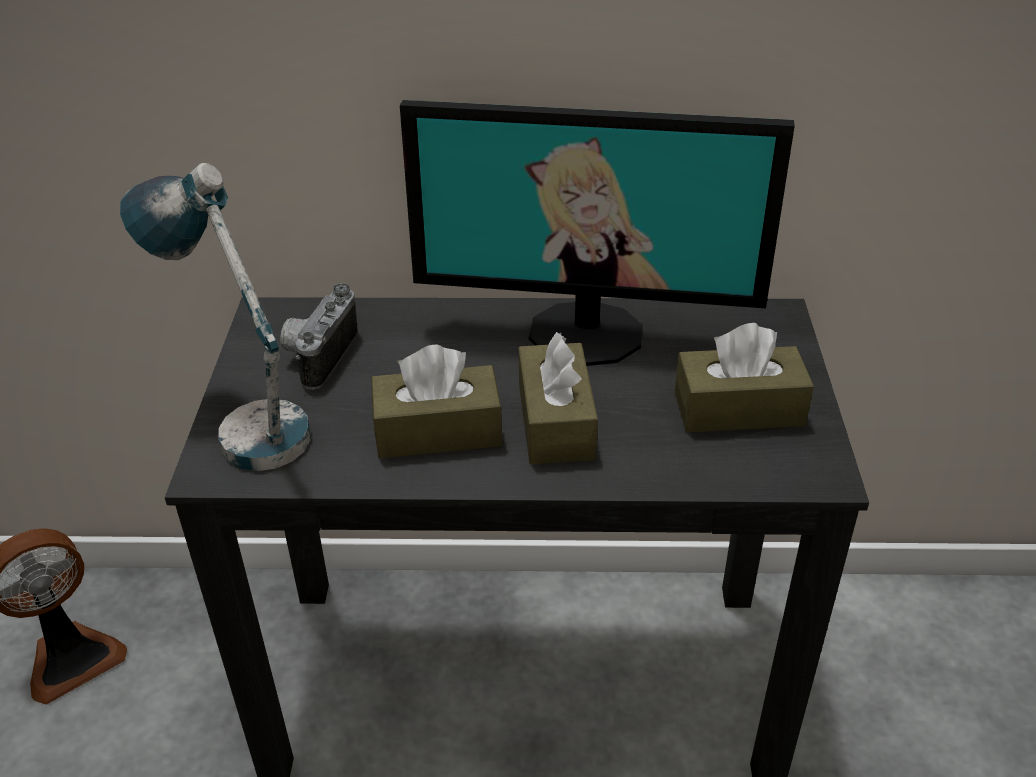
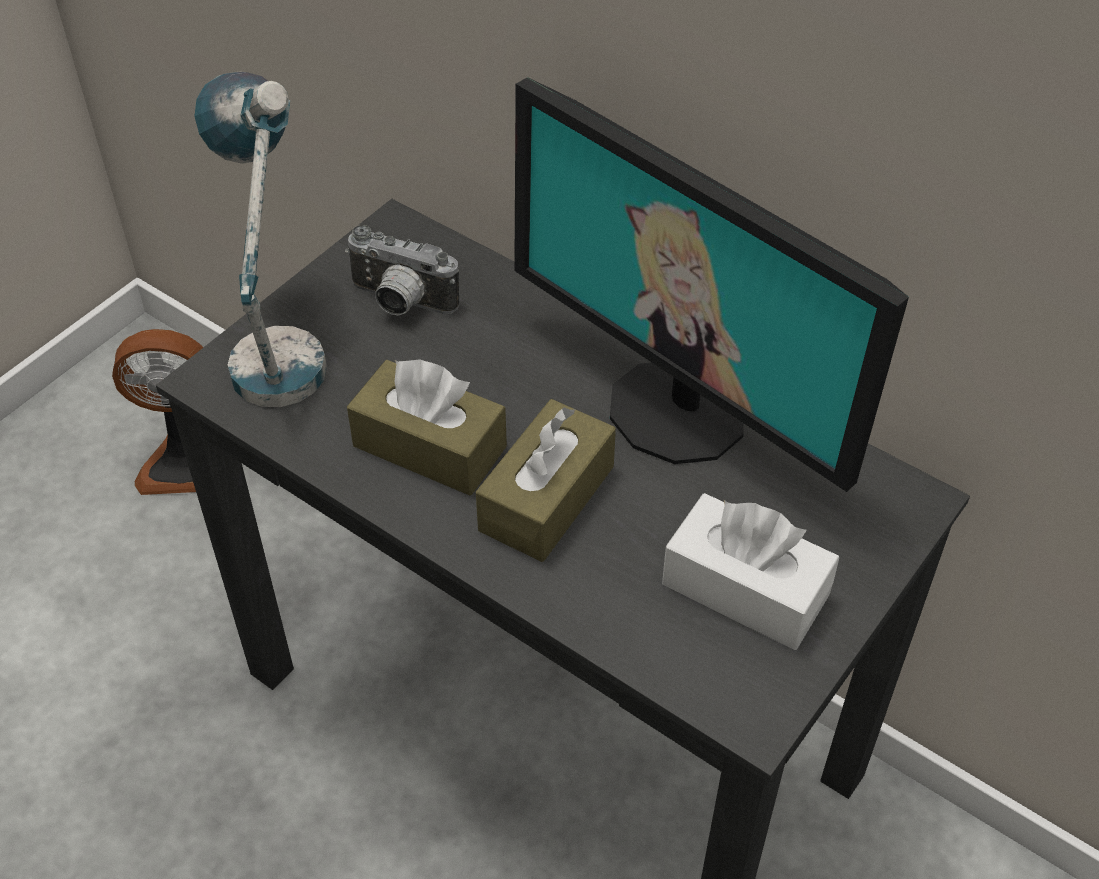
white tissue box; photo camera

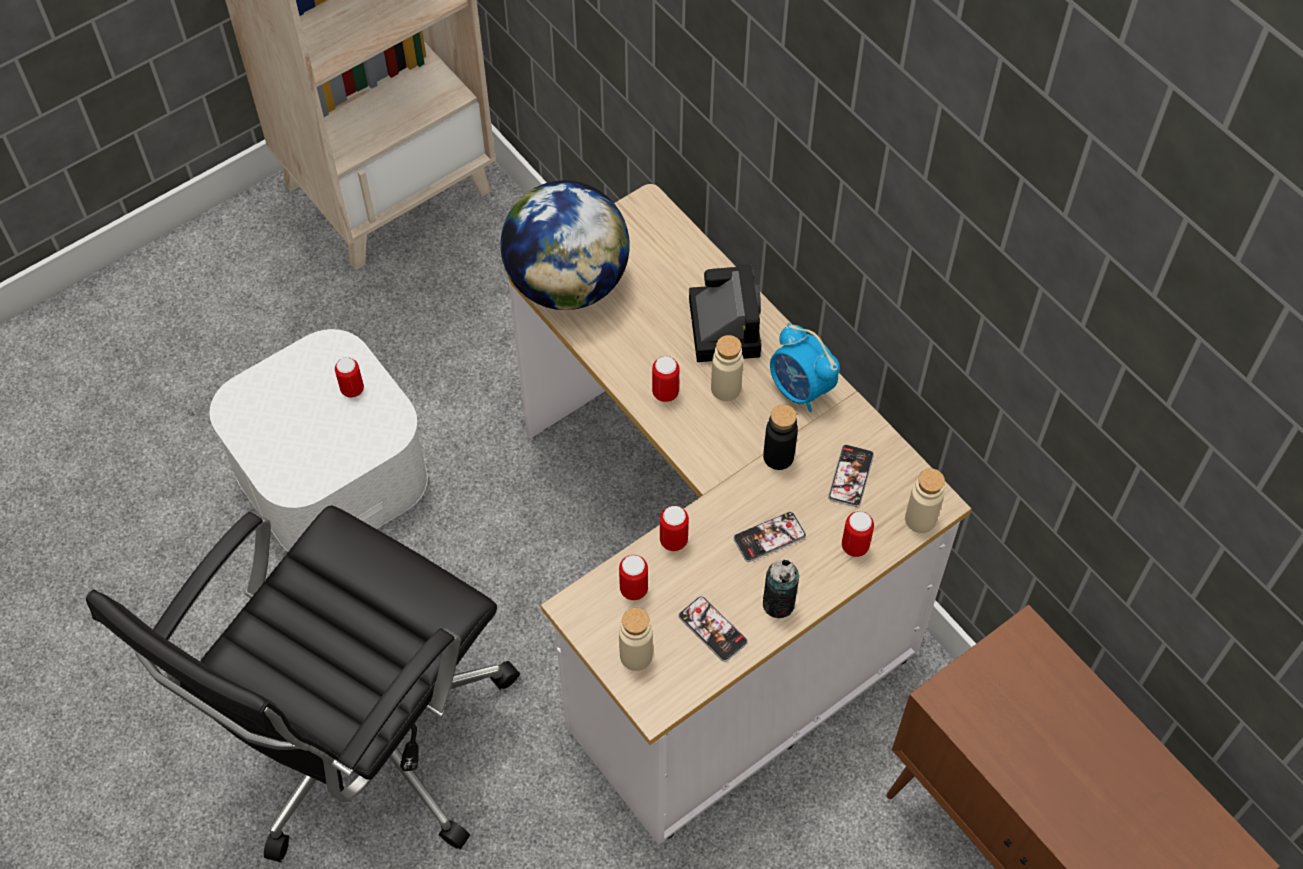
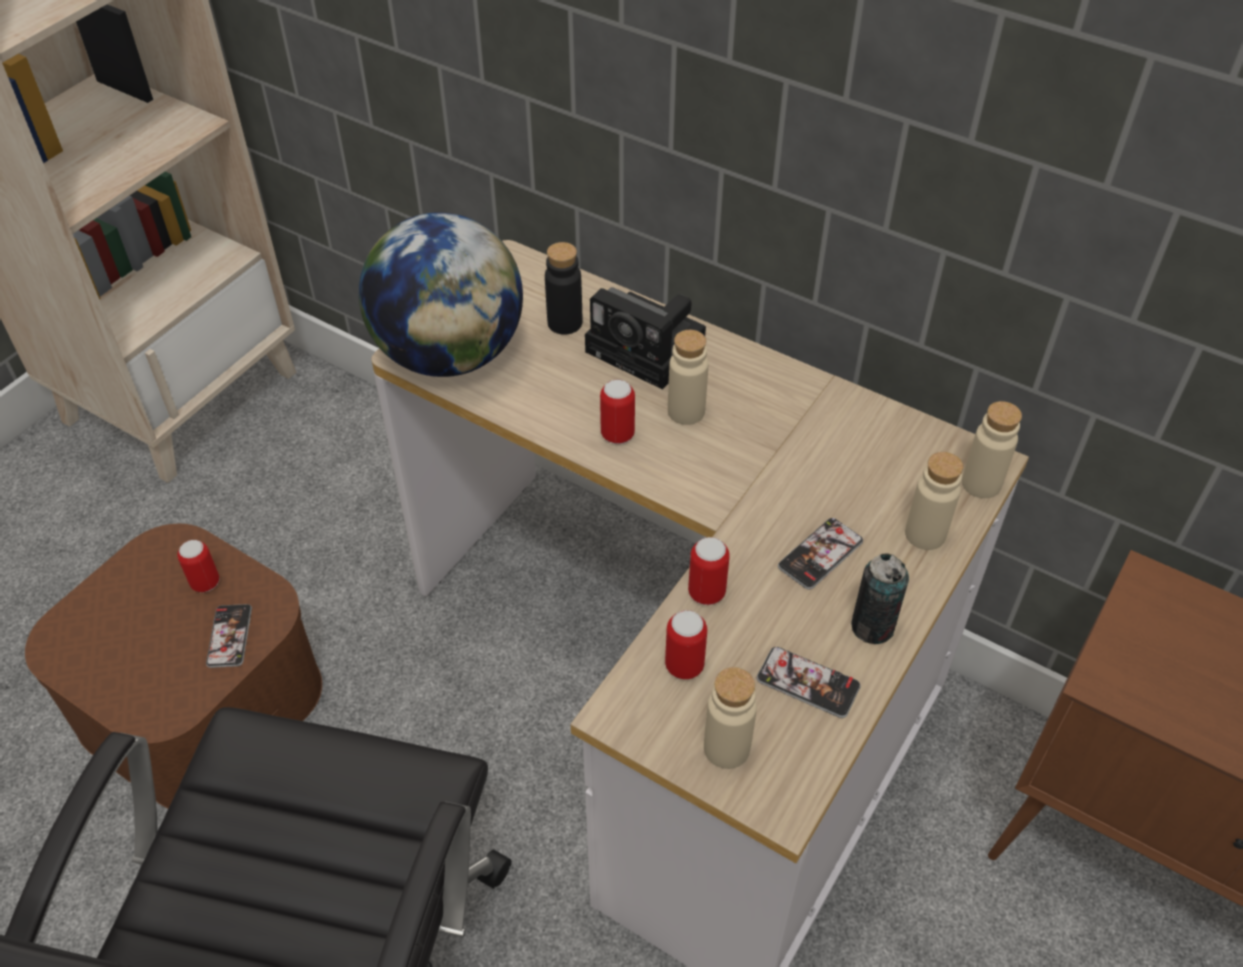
alarm clock; black bottle; phone (1st from left); beige bottle (3rd from left); brown storage box; photo camera

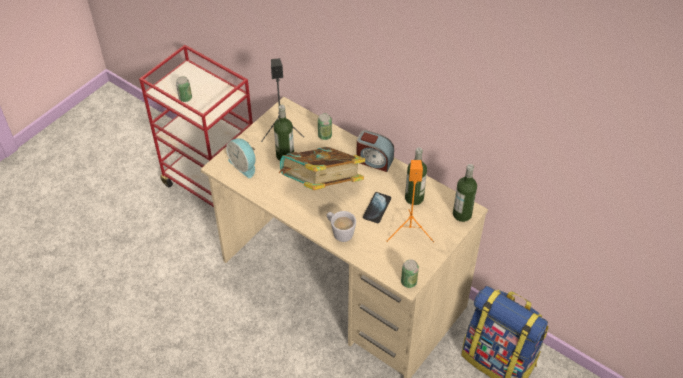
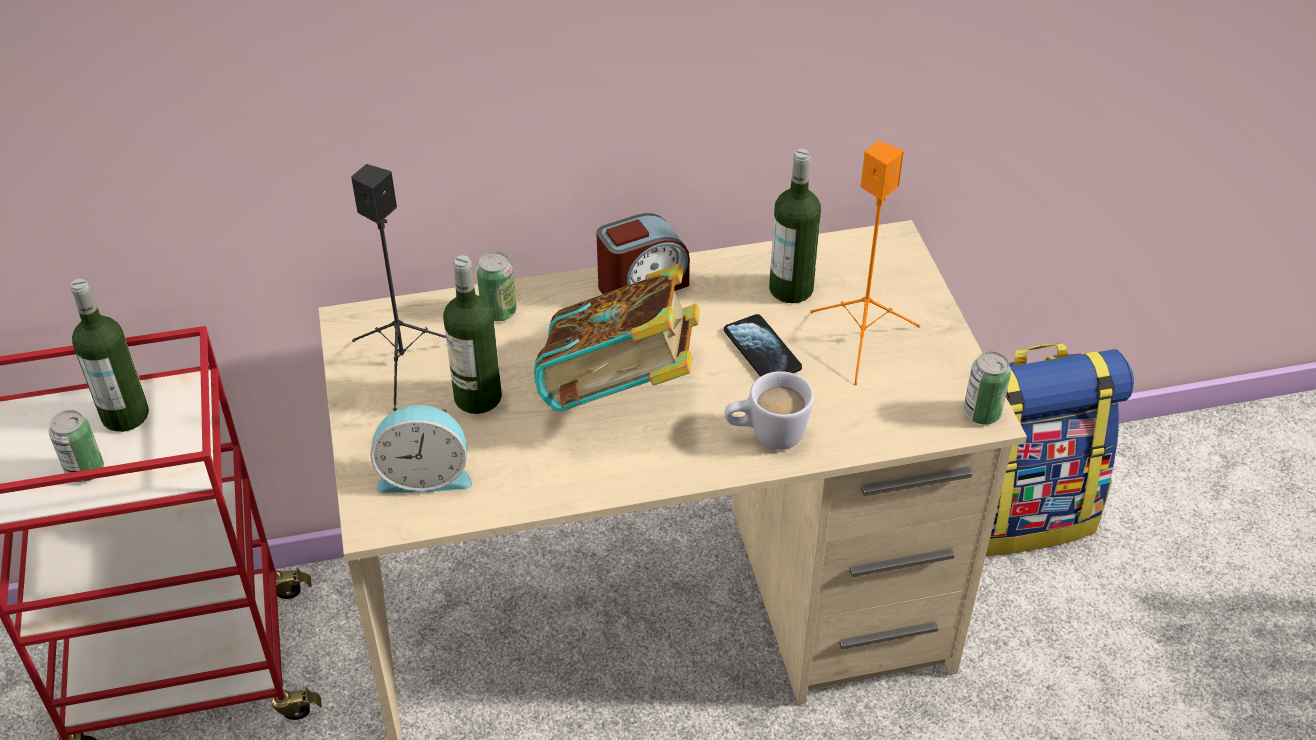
bottle (1st from left)

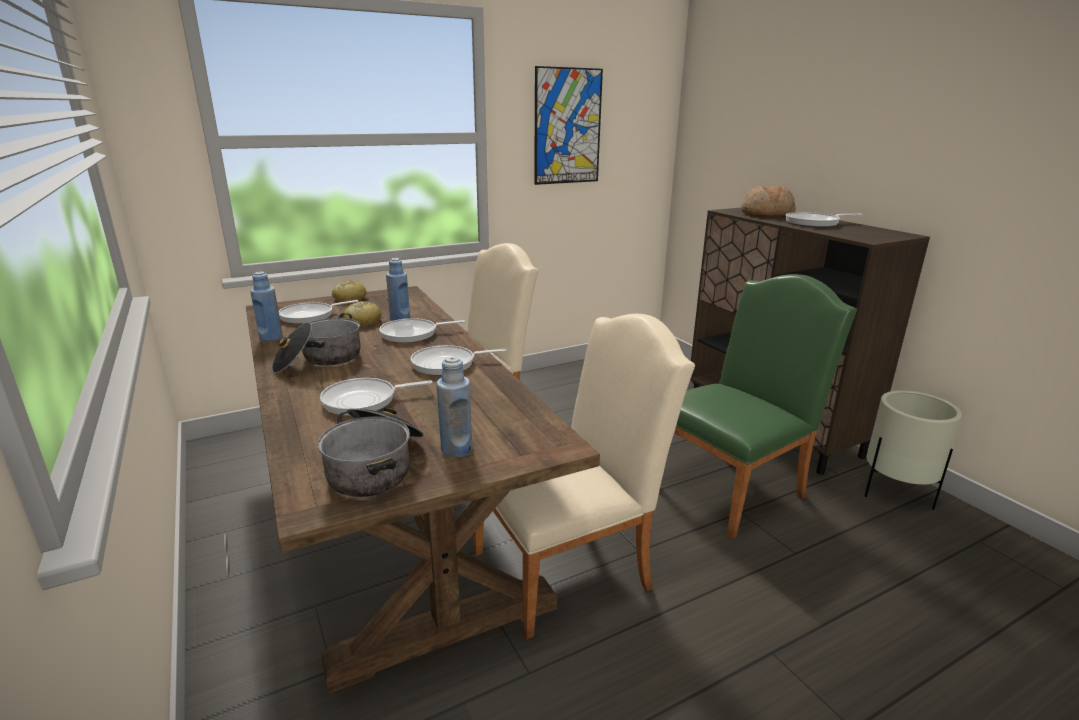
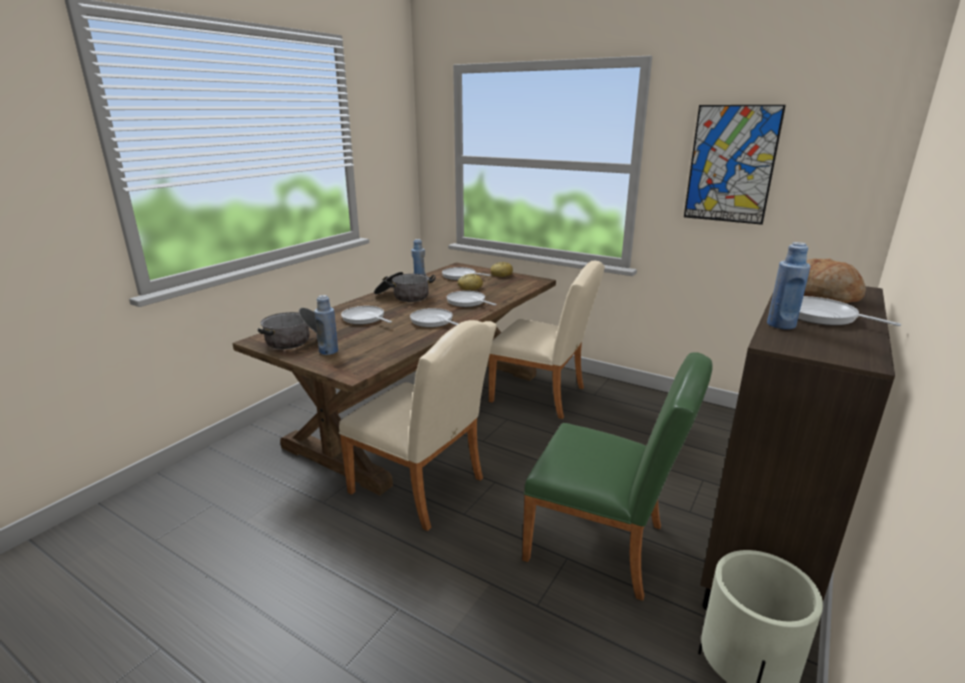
blue bottle (3rd from left)

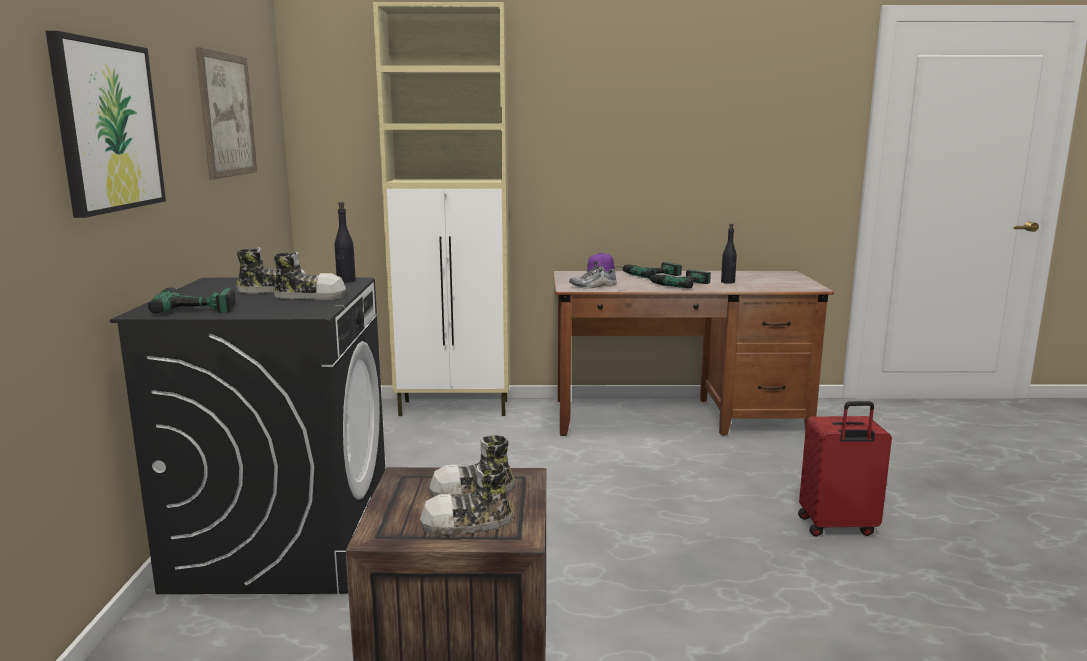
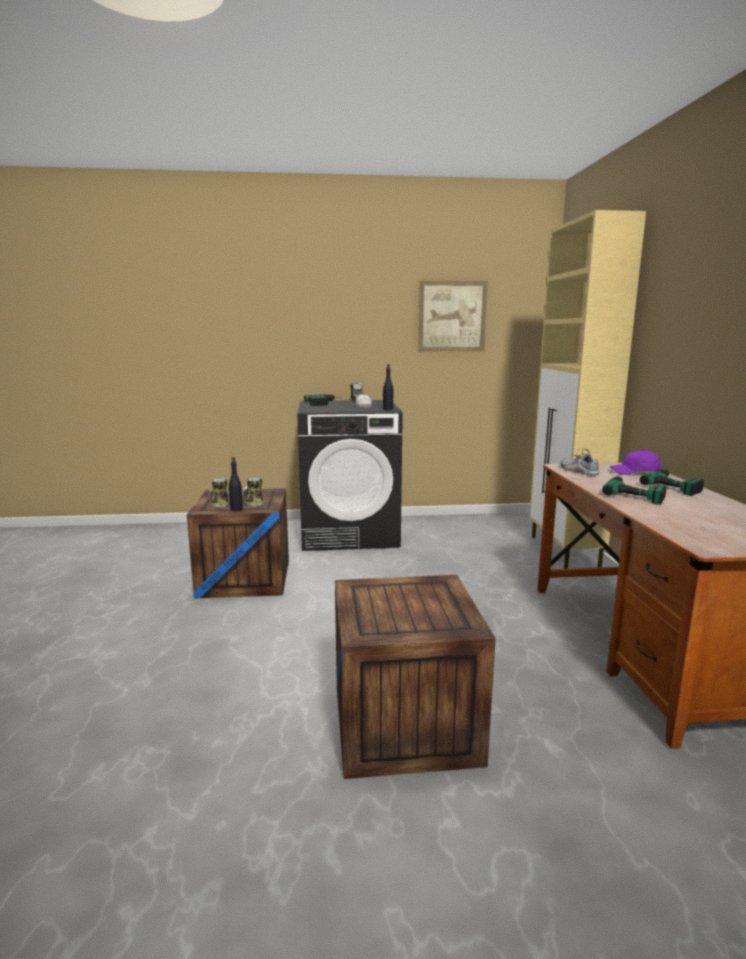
picture (1st from left in the first image); shoe (2nd from left in the first image); black bottle (1st from left); crate (2nd from left)

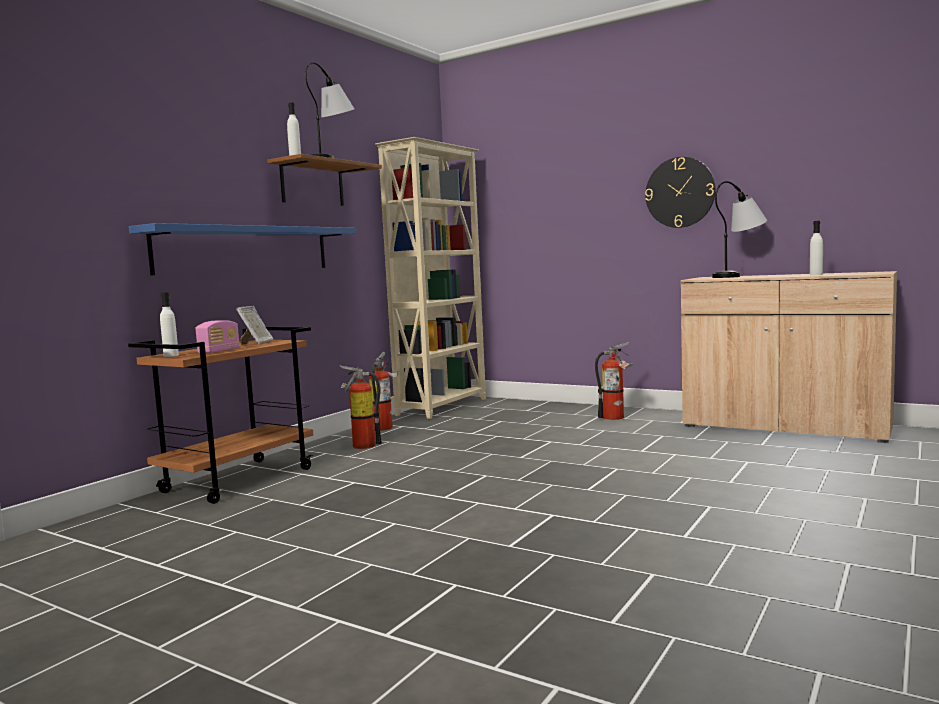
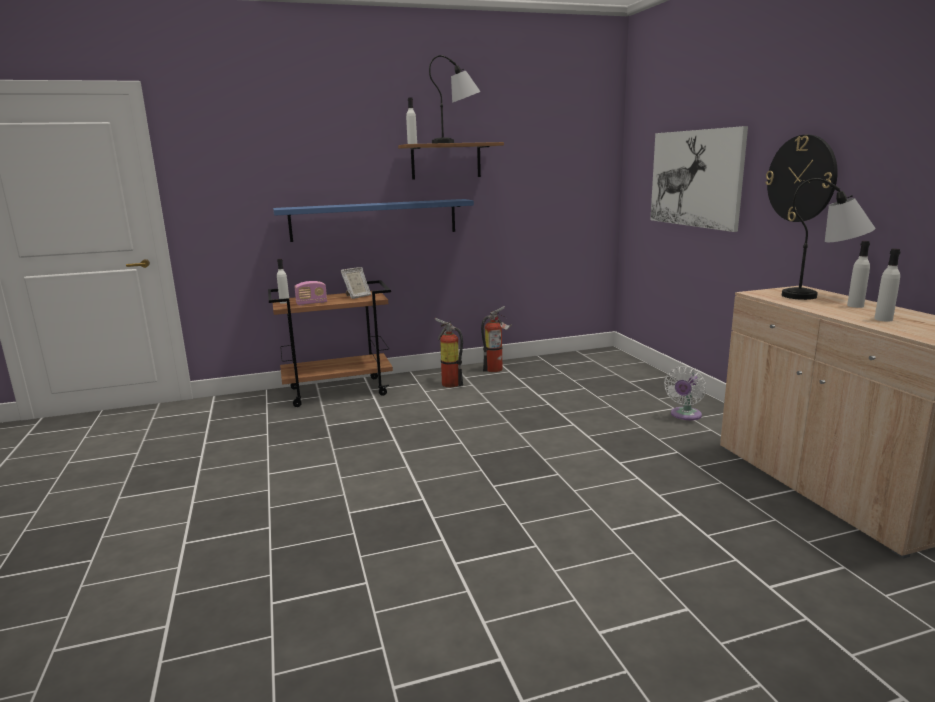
beige bookcase; picture; white bottle (3rd from left); white fan

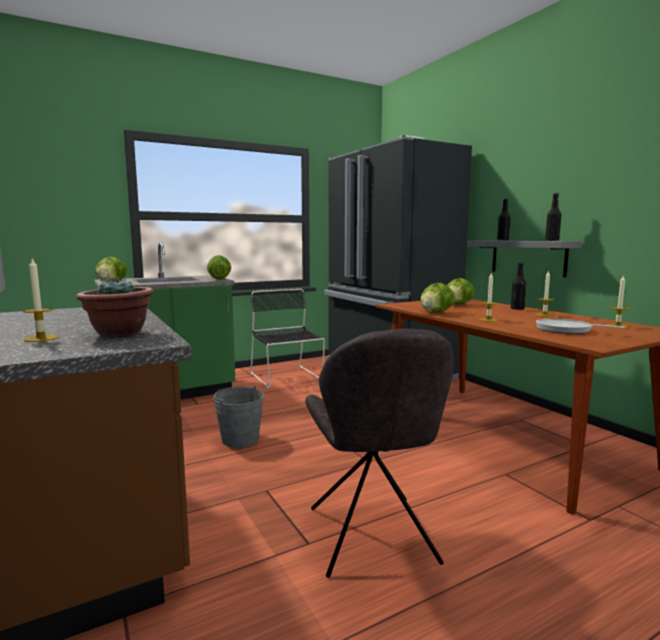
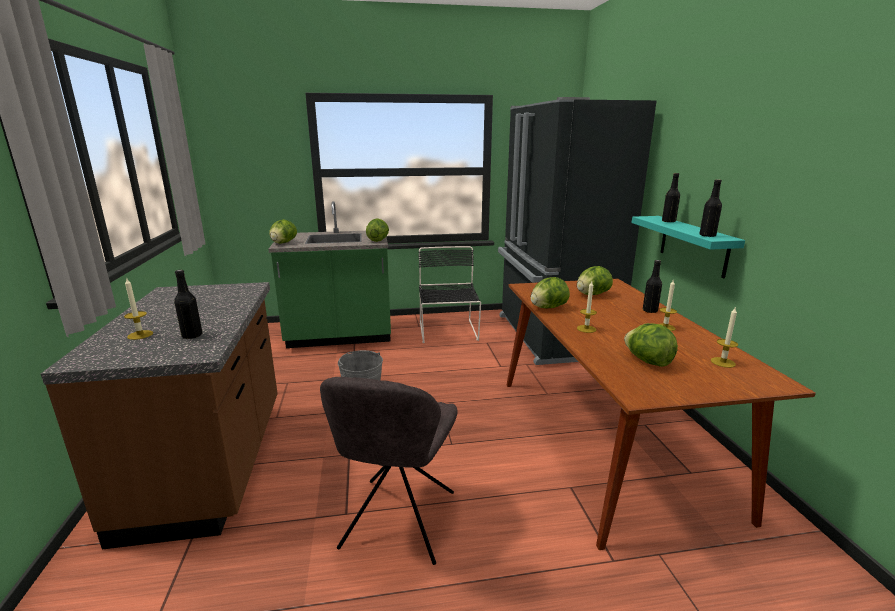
black bottle (1st from left); lettuce (5th from left); turquoise shelf

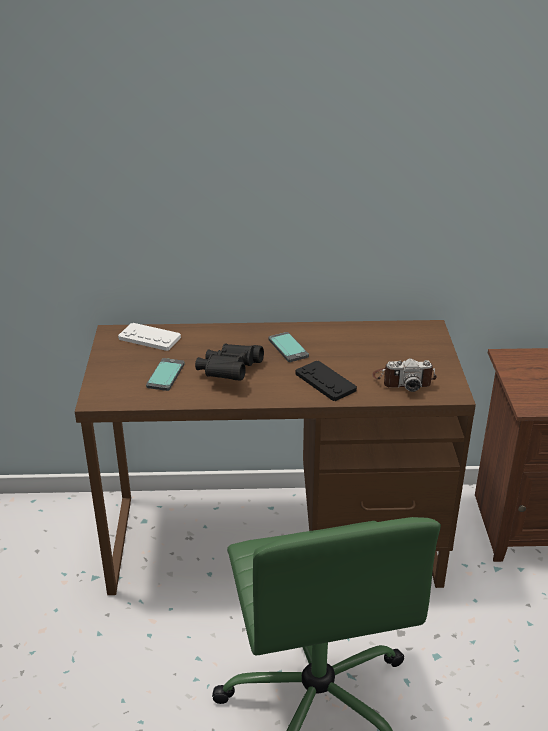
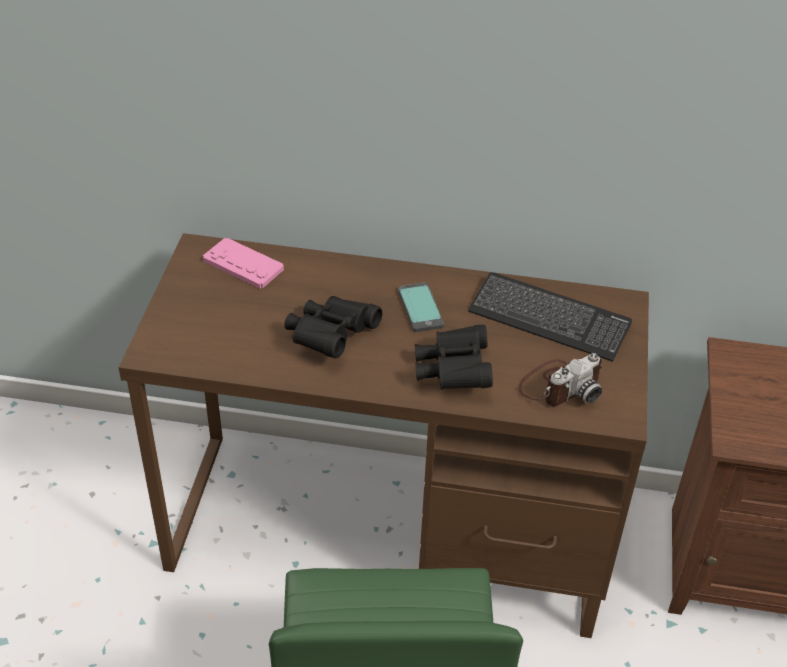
phone (1st from left in the first image); keyboard; black binoculars (2nd from left); pink game controller; photo camera

